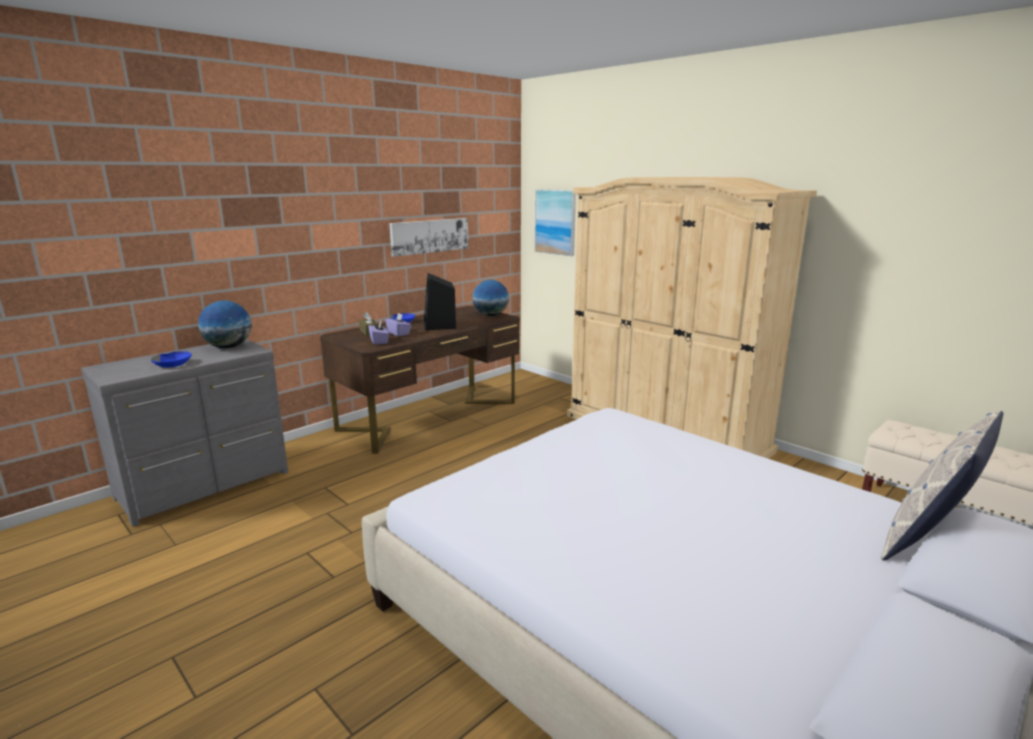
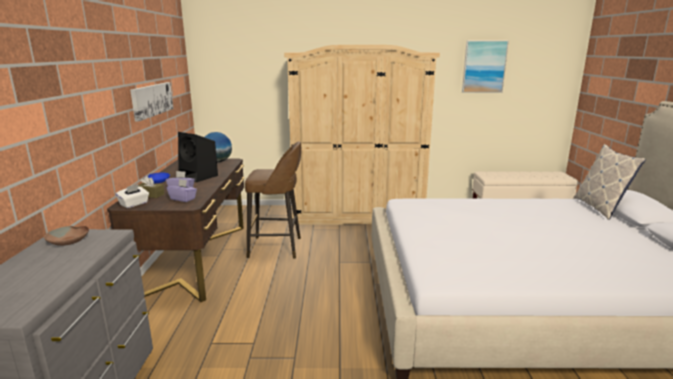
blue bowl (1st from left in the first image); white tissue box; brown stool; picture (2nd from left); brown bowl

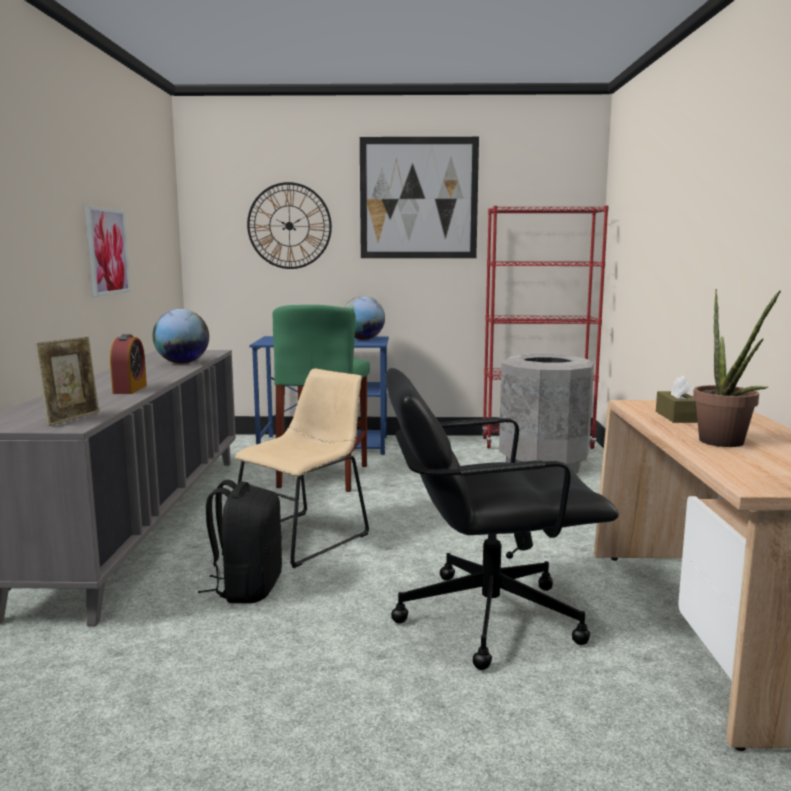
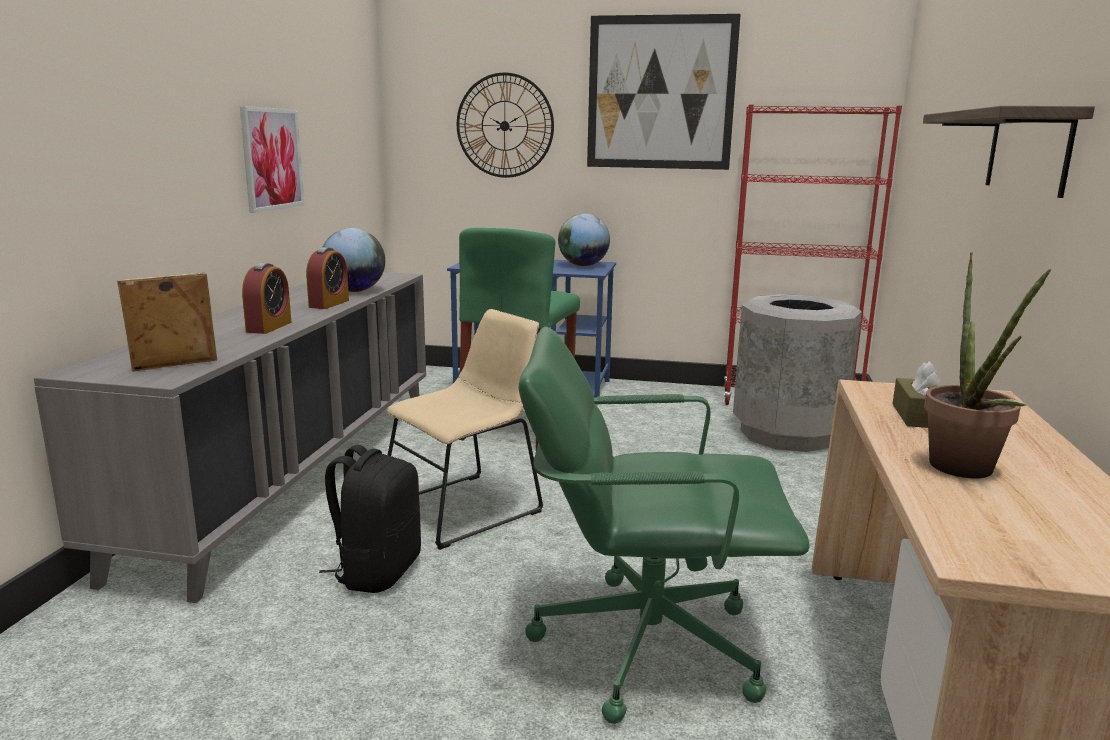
alarm clock (2nd from left); shelf; green office chair; picture frame

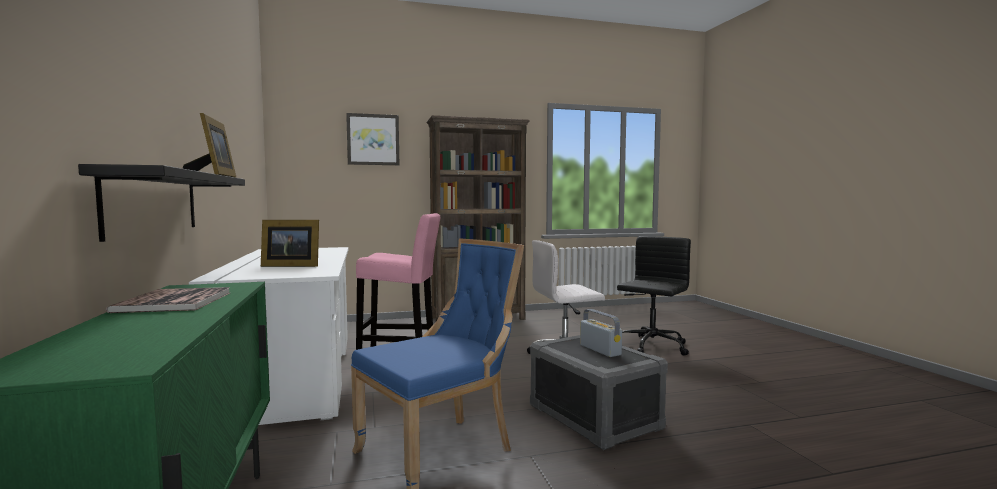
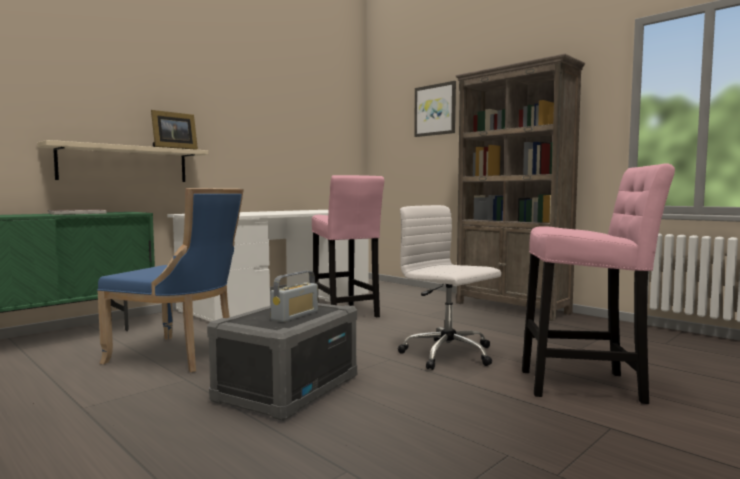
picture frame (2nd from left in the first image); pink stool (2nd from left); beige shelf

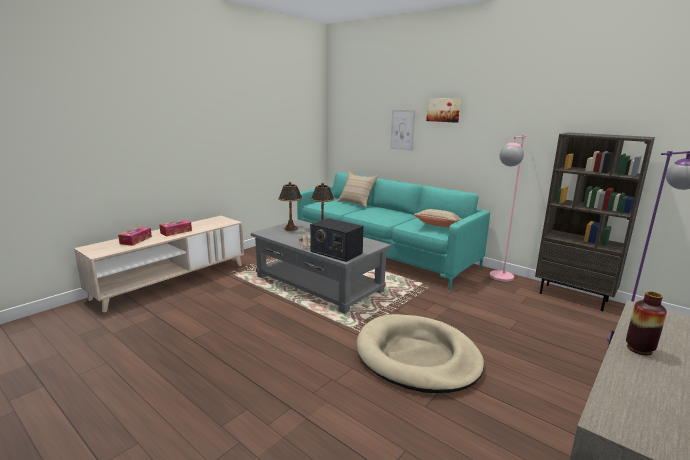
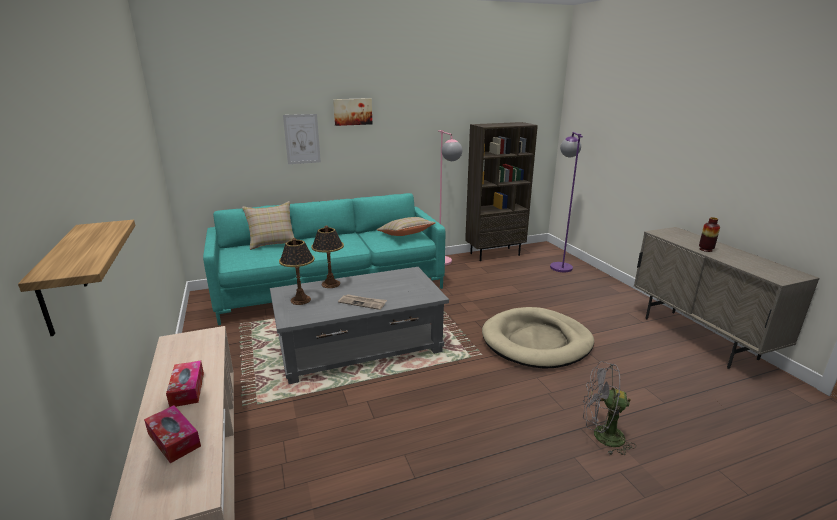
radio; shelf; grey fan

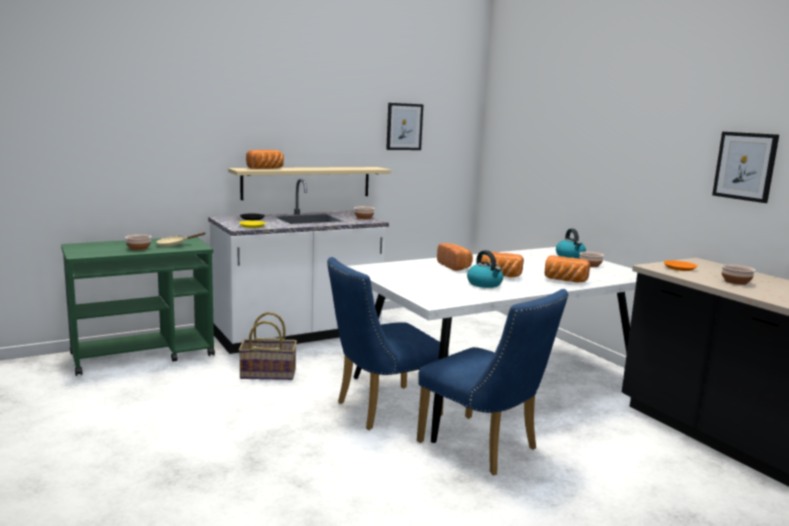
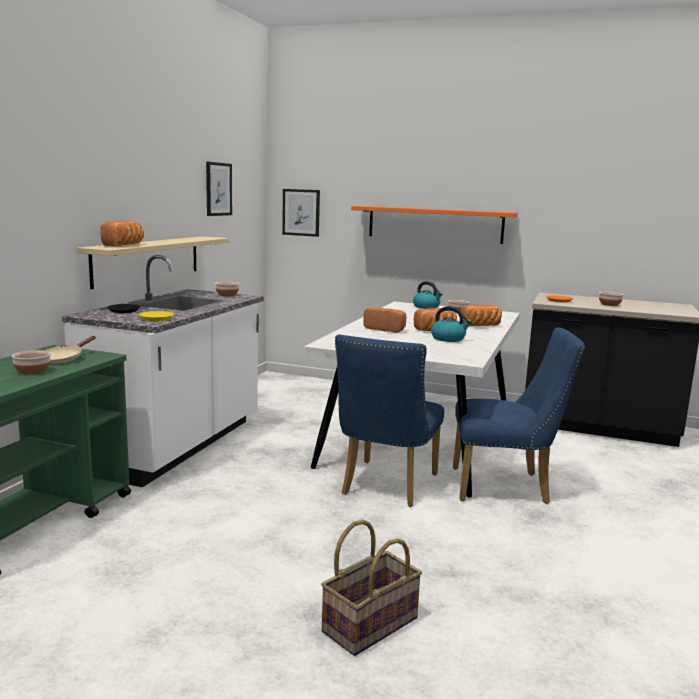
orange shelf; basket; picture (2nd from left)

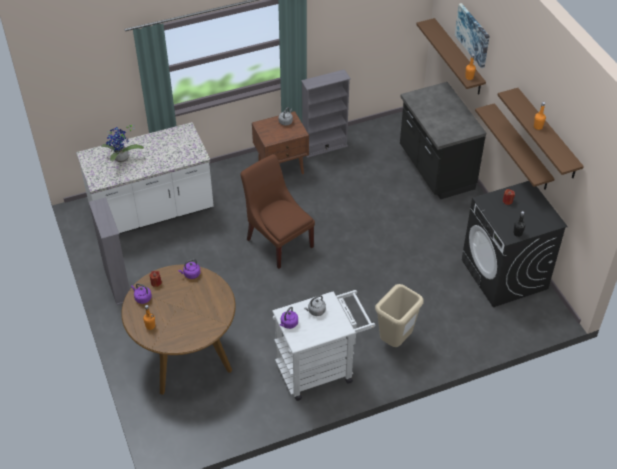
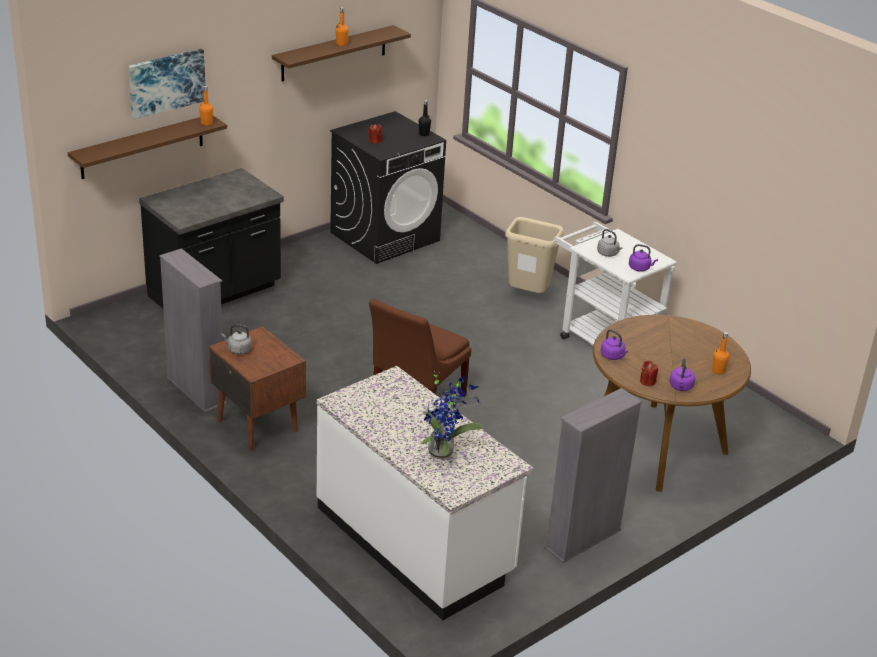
brown shelf (2nd from left in the first image)

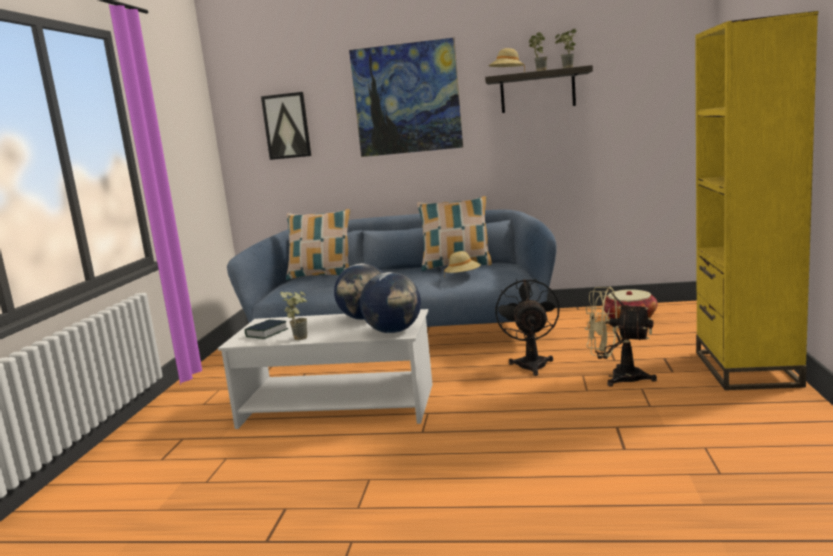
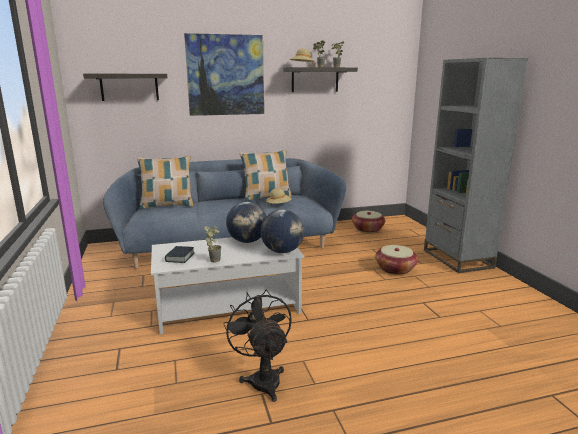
black fan; shelf (1st from left); basket (2nd from left); grey bookcase

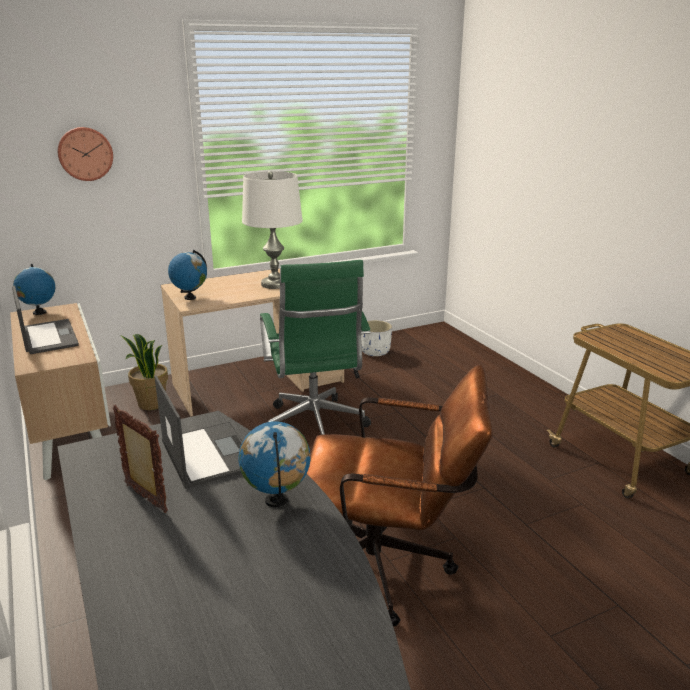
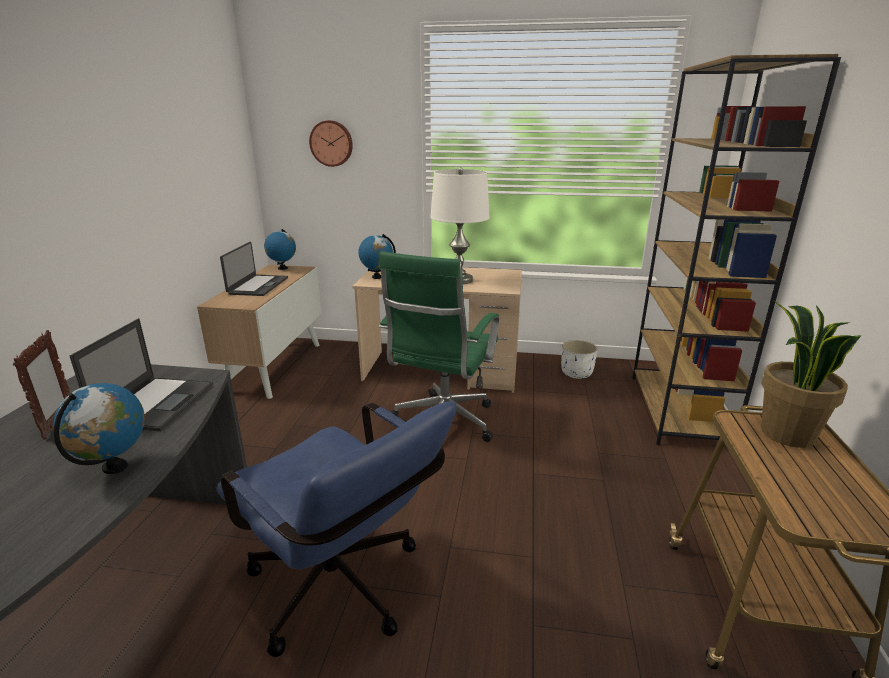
brown bookcase; potted plant; blue office chair

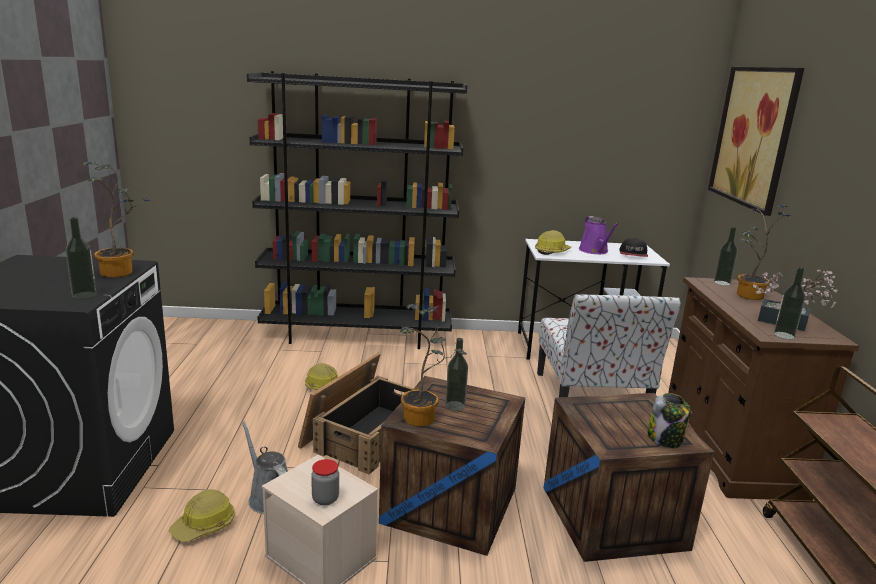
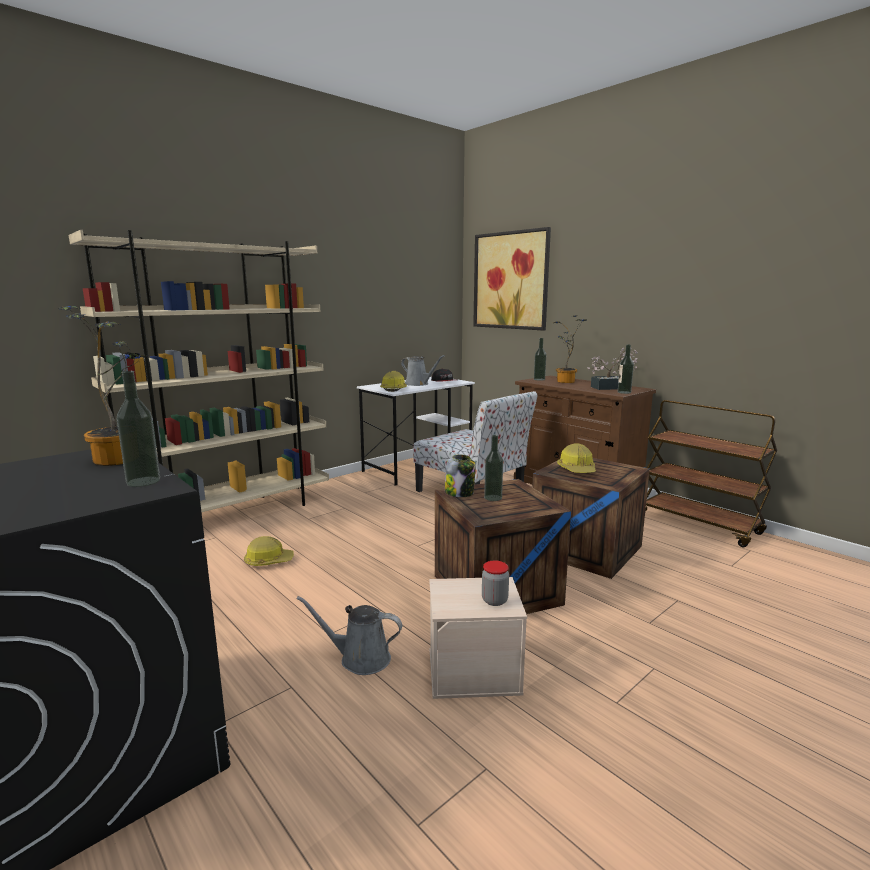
crate (1st from left in the first image); potted plant (2nd from left in the first image); hard hat (3rd from left); jar (1st from left); beige bookcase; grey watering can (2nd from left)

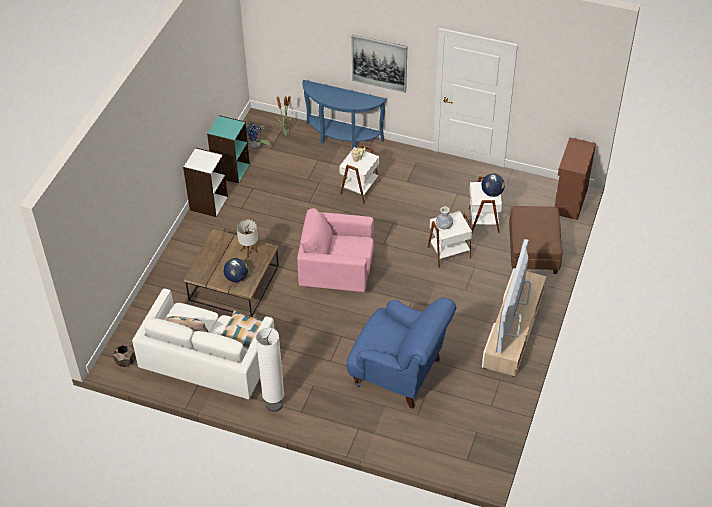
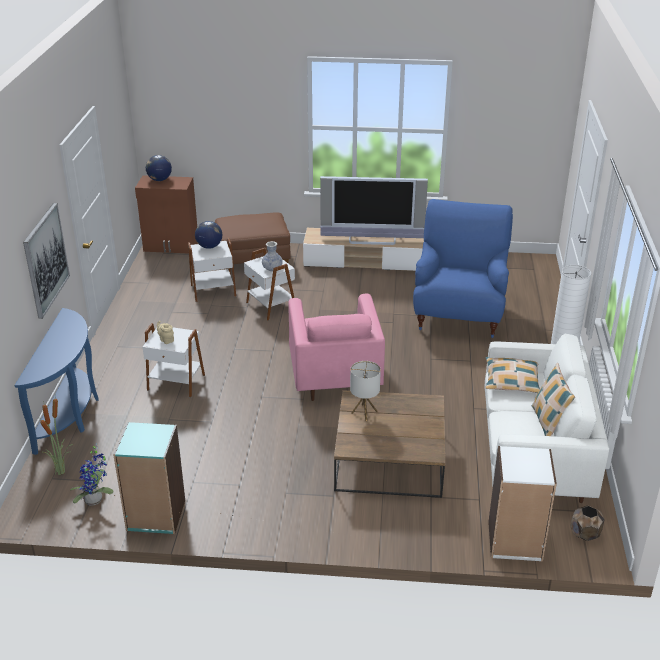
white bookcase; globe (1st from left)

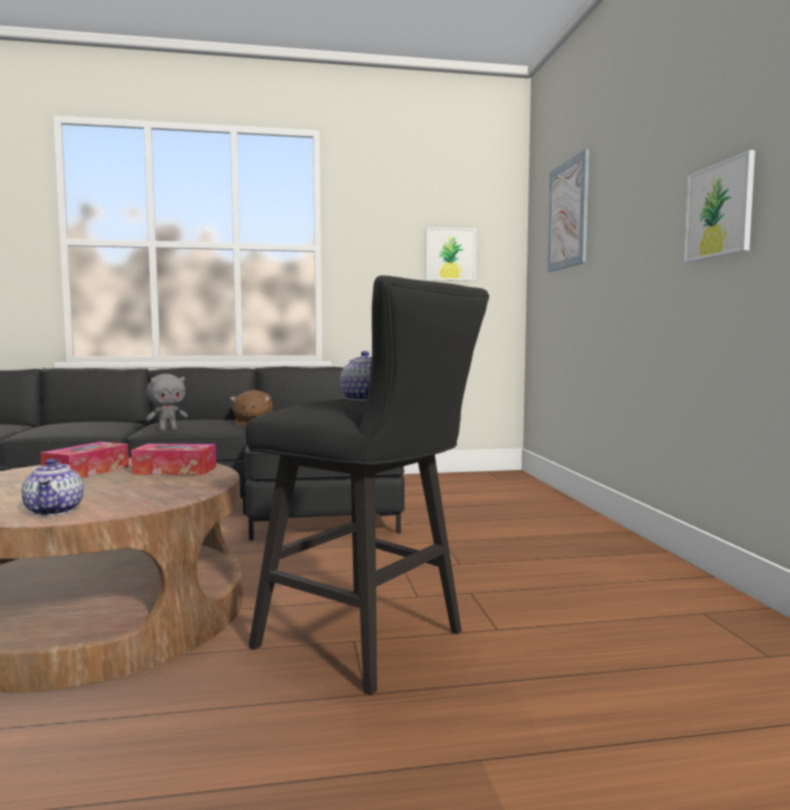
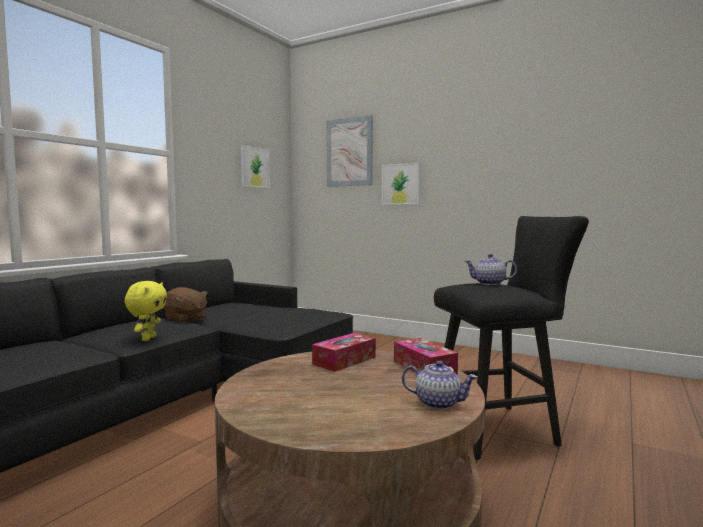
tissue box (2nd from left); picture (3rd from left); yellow plush toy

